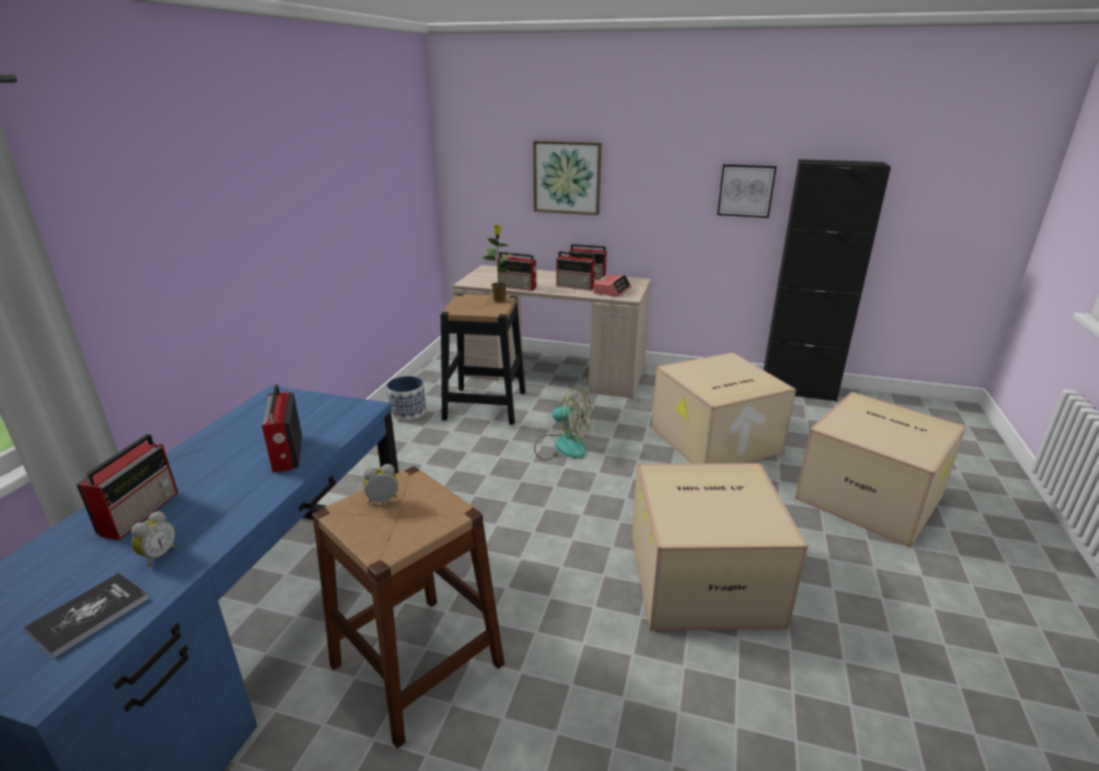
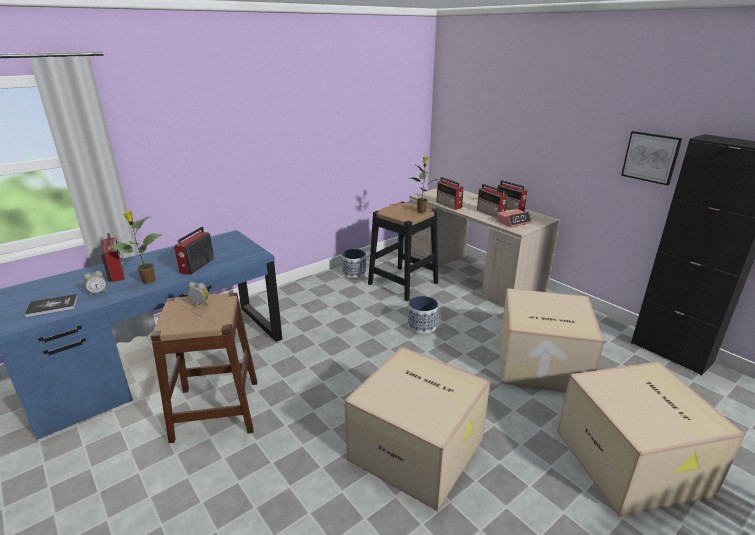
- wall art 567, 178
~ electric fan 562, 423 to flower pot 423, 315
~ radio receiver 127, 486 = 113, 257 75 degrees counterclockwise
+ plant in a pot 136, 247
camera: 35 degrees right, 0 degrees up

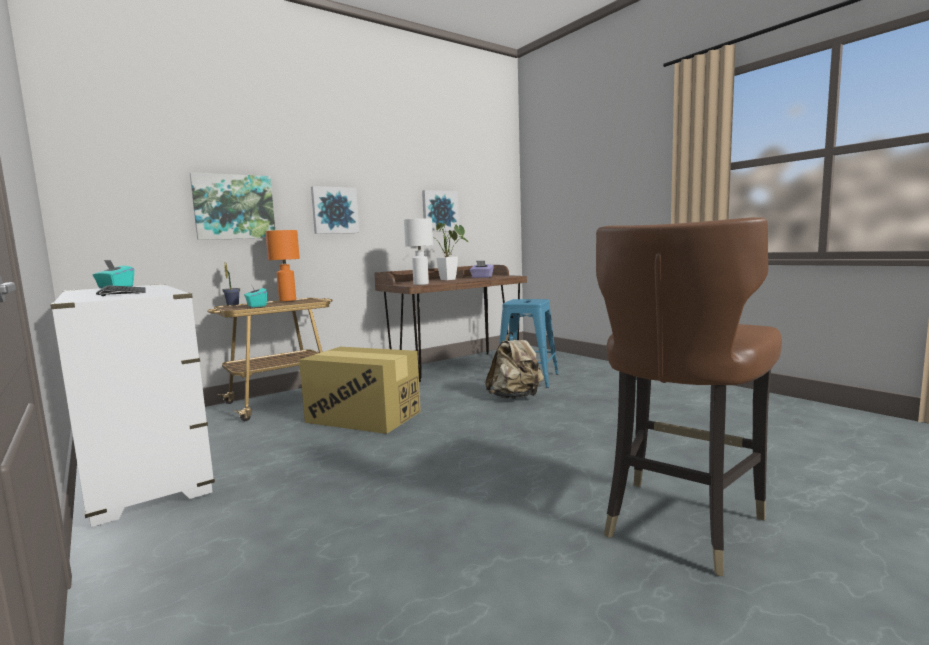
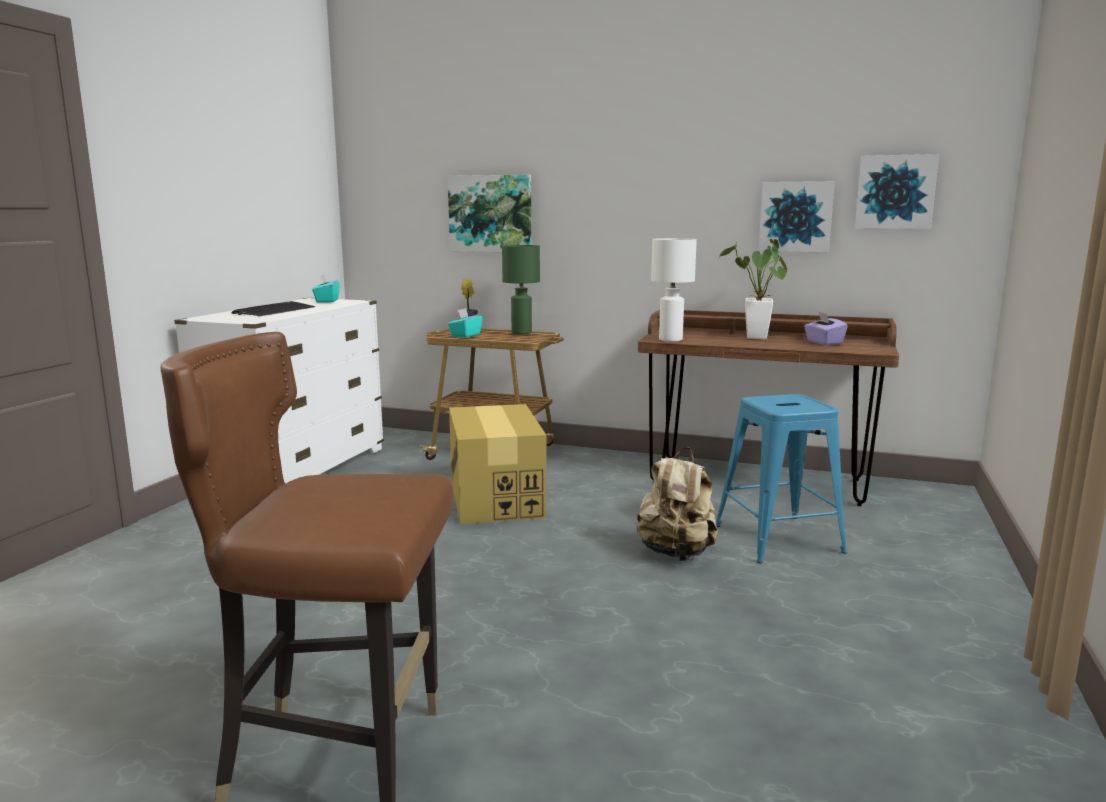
~ wall art 335, 210 to 896, 191
~ orange lamp for a table 282, 265 to green lamp for a table 521, 289
camera: 55 degrees right, 5 degrees up

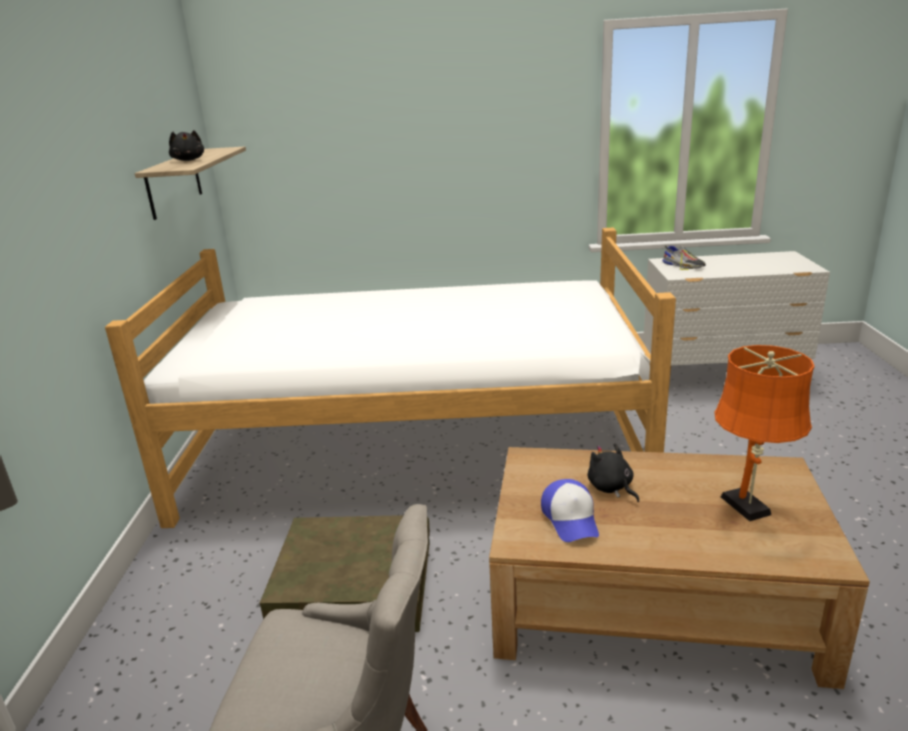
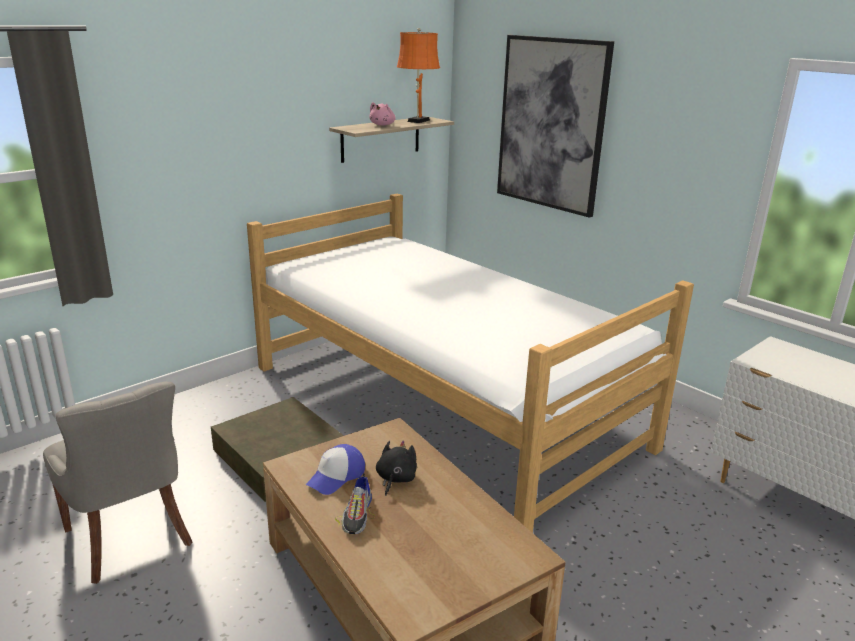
~ black-coloured plush toy 186, 145 to pink plush toy 382, 113
~ shoe 684, 257 to 355, 503
~ orange lamp for a table 764, 433 to 418, 75
+ wall art 555, 126
camera: 45 degrees right, 0 degrees up

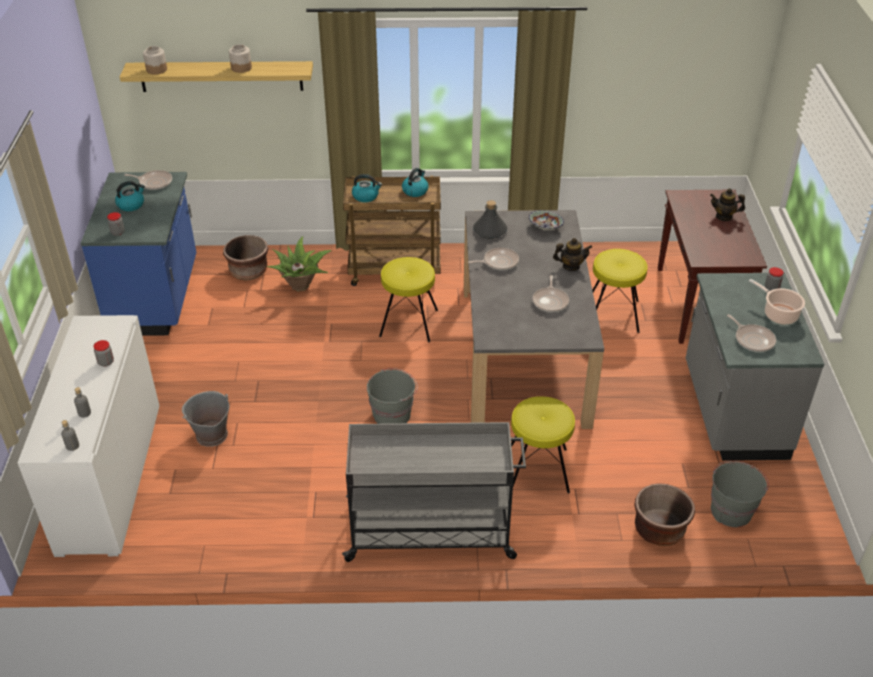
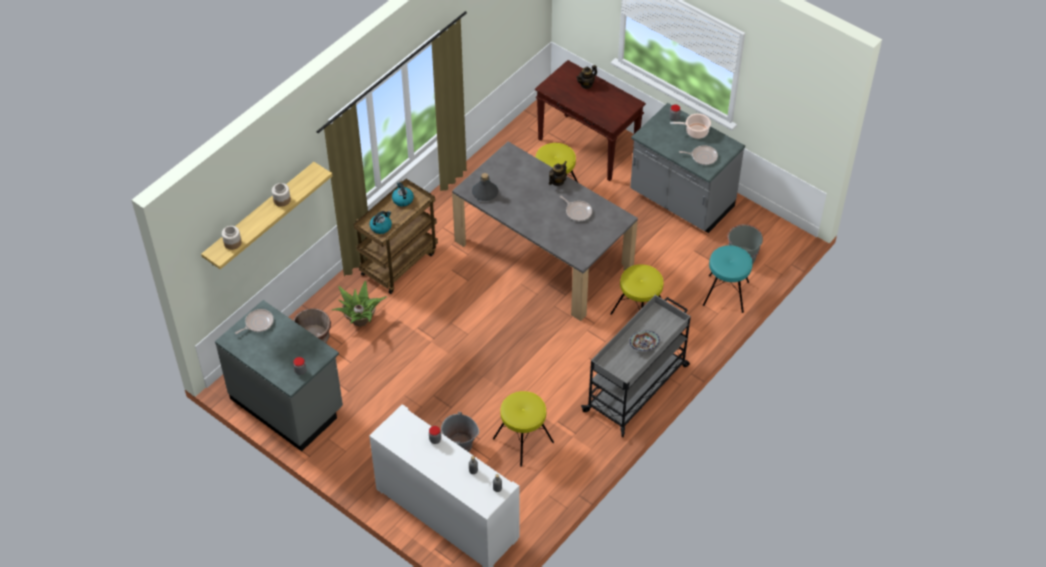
~ blue kitchen counter 138, 254 to gray kitchen counter 279, 375
- water kettle 130, 196
~ bowl 546, 220 to 645, 341
- pan 493, 259
~ yellow-coloured stool seat 408, 299 to 523, 429
- gray water bucket 392, 396
~ brownish flower pot 664, 514 to turquoise stool seat 728, 279
camera: 50 degrees left, 10 degrees up

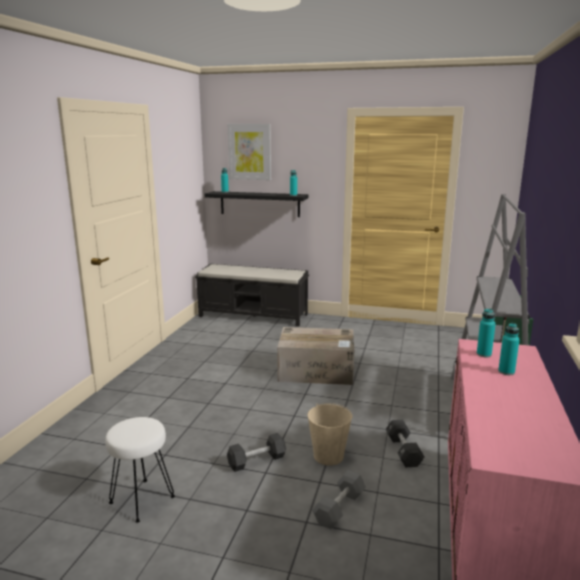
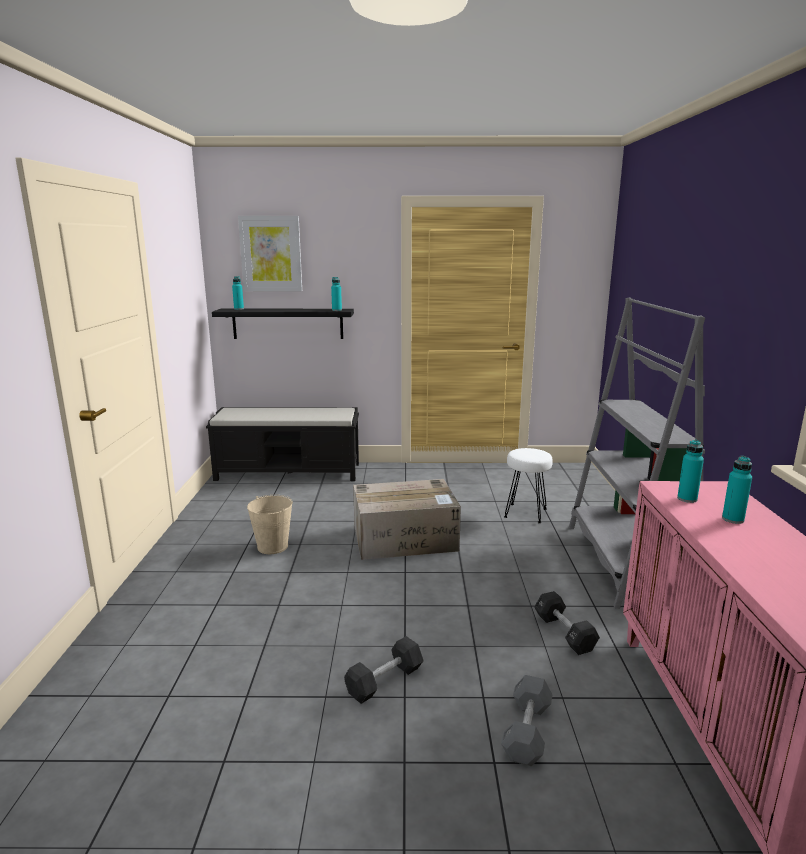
~ sand-coloured water bucket 330, 434 to 270, 524
~ white-coloured stool seat 140, 470 to 528, 485
camera: 15 degrees left, 0 degrees up

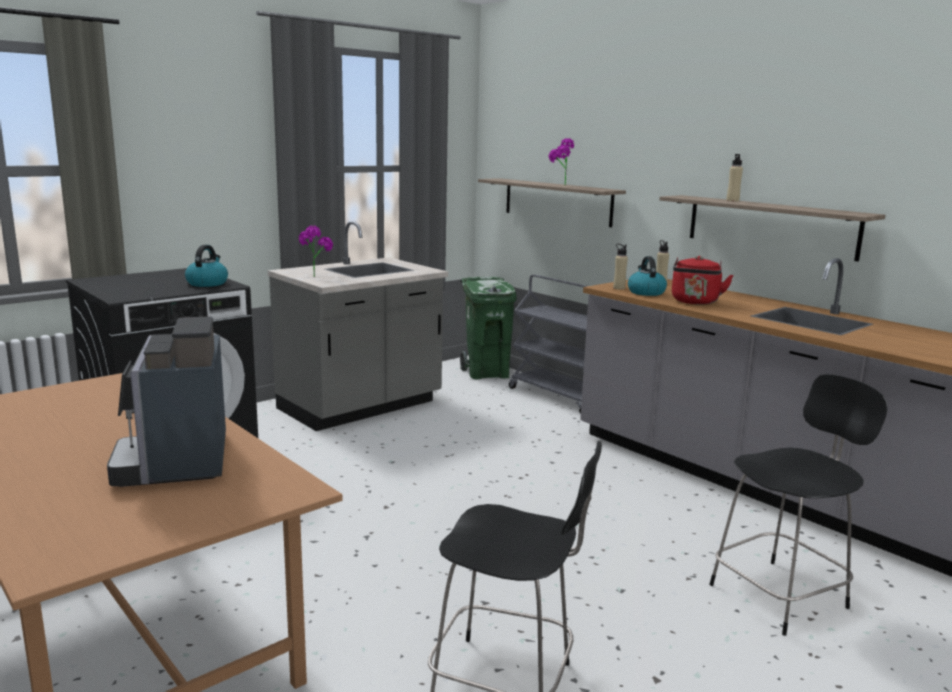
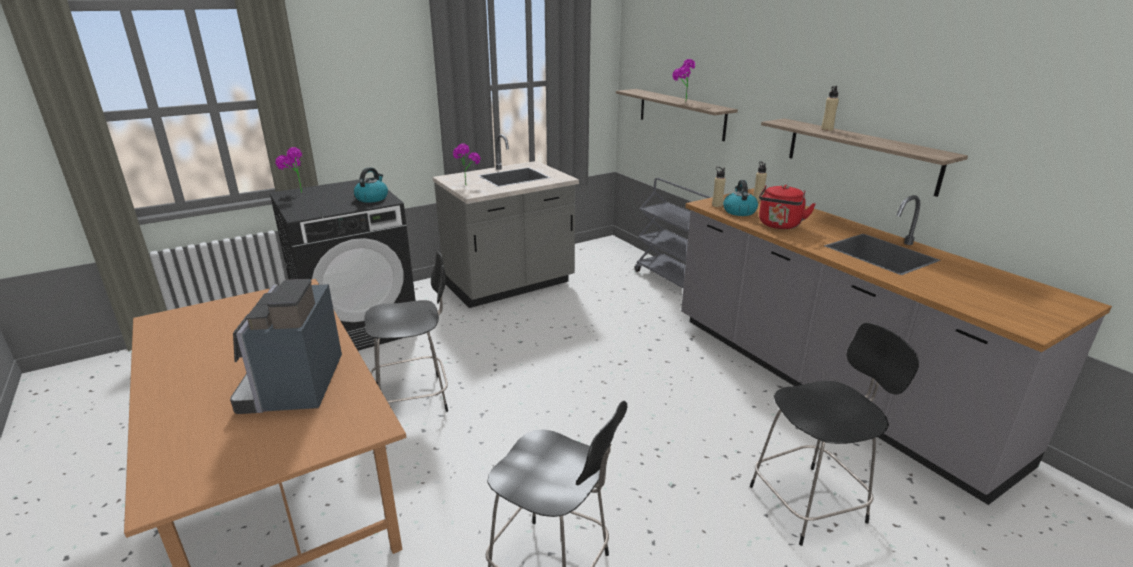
- green trash can 488, 328
+ plant in a pot 289, 170
+ black-coloured plain chair 406, 331
camera: 10 degrees right, 10 degrees up

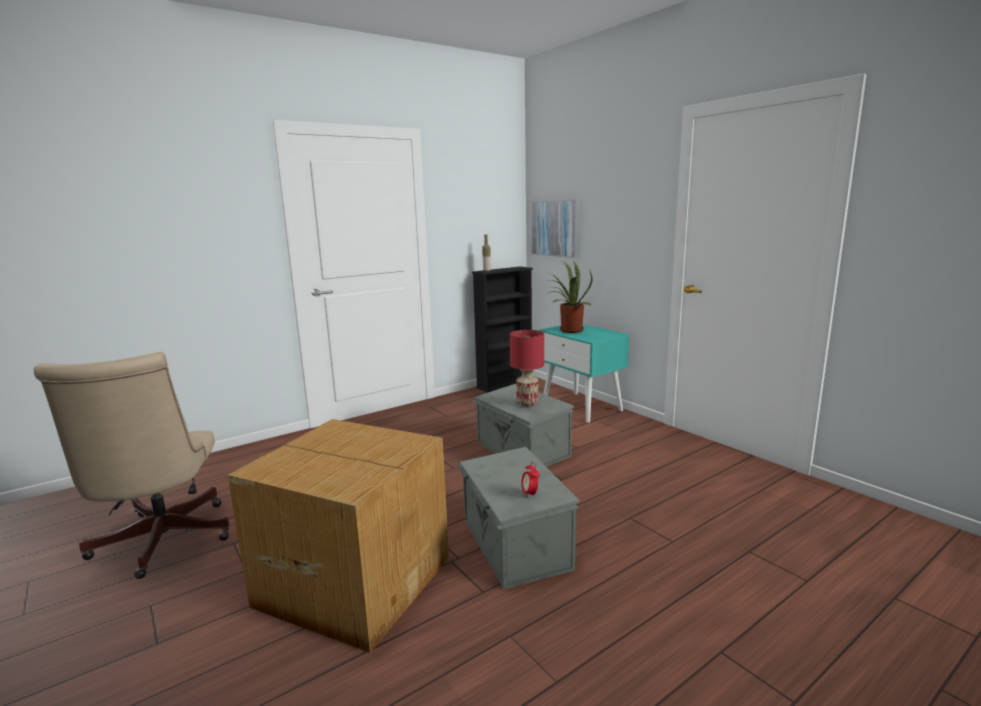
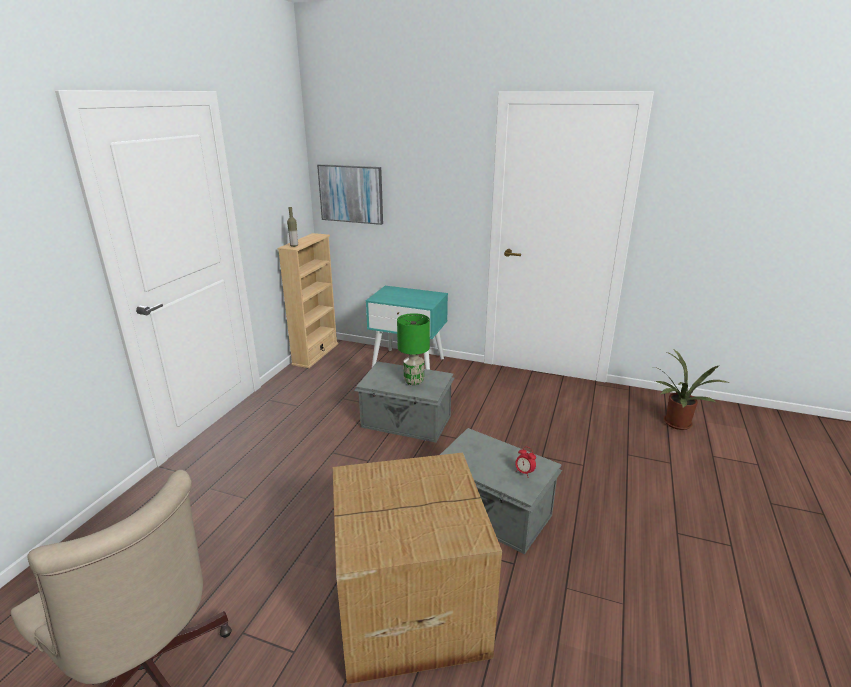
~ plant in a pot 570, 297 to 691, 389
~ black-coloured shelving unit 502, 329 to sand-coloured shelving unit 307, 300
~ red-coloured lamp for a table 527, 368 to green lamp for a table 413, 349
camera: 35 degrees left, 10 degrees up

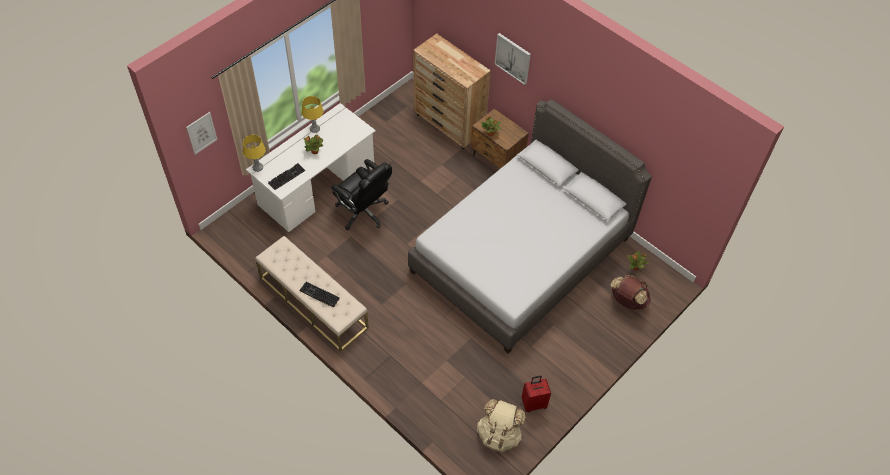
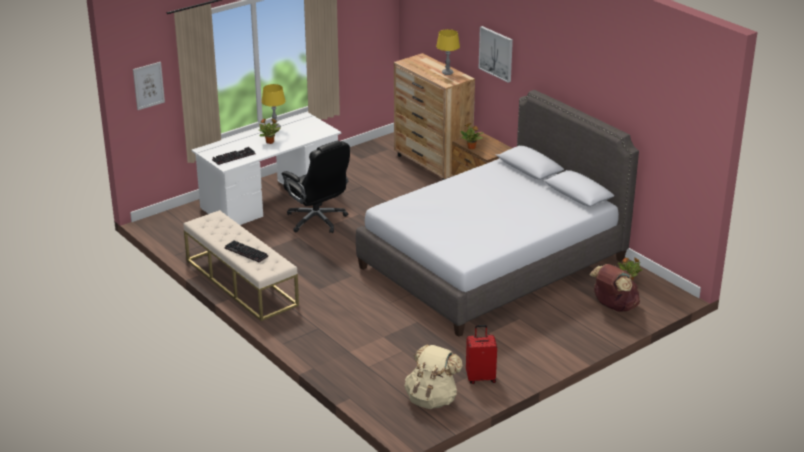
~ yellow-coloured lamp for a table 254, 153 to 448, 52
camera: 10 degrees right, 25 degrees down

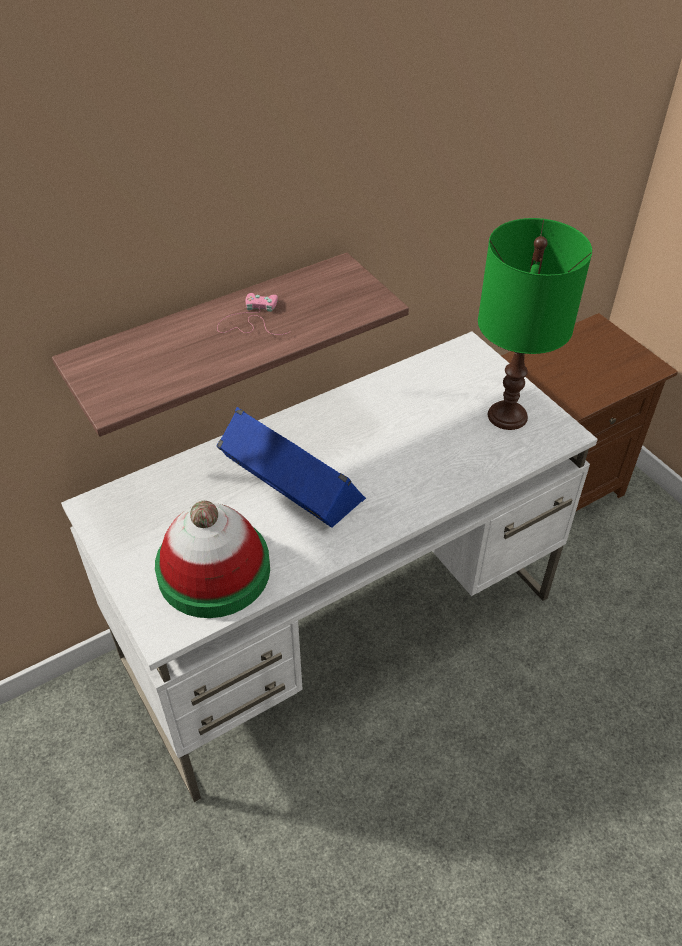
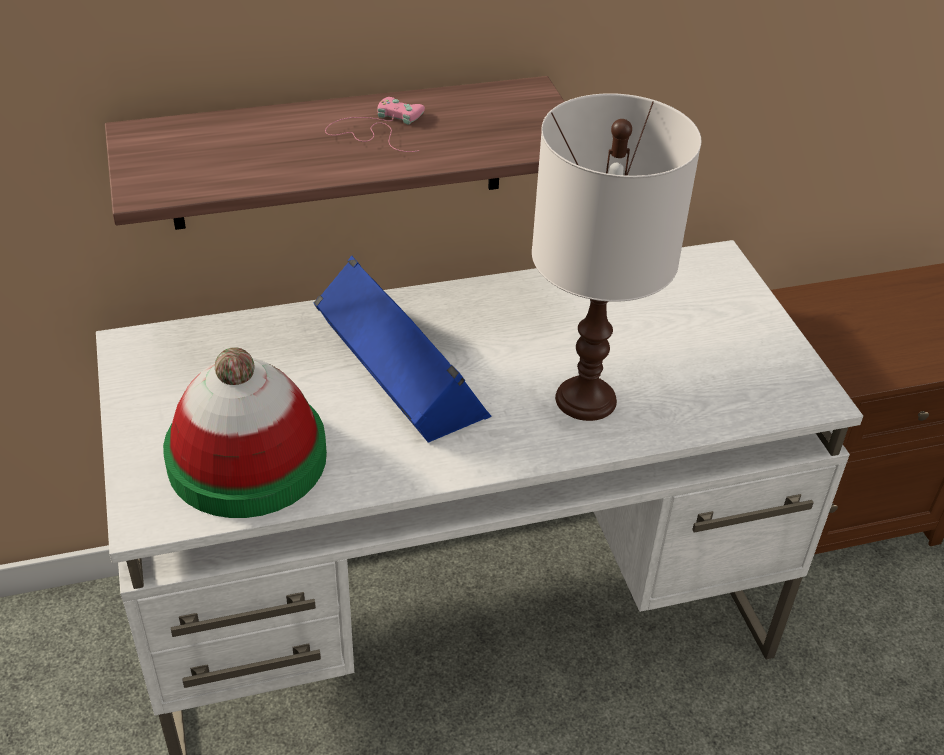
- green lamp for a table 535, 324
+ white-coloured lamp for a table 616, 257
camera: 15 degrees right, 5 degrees down

